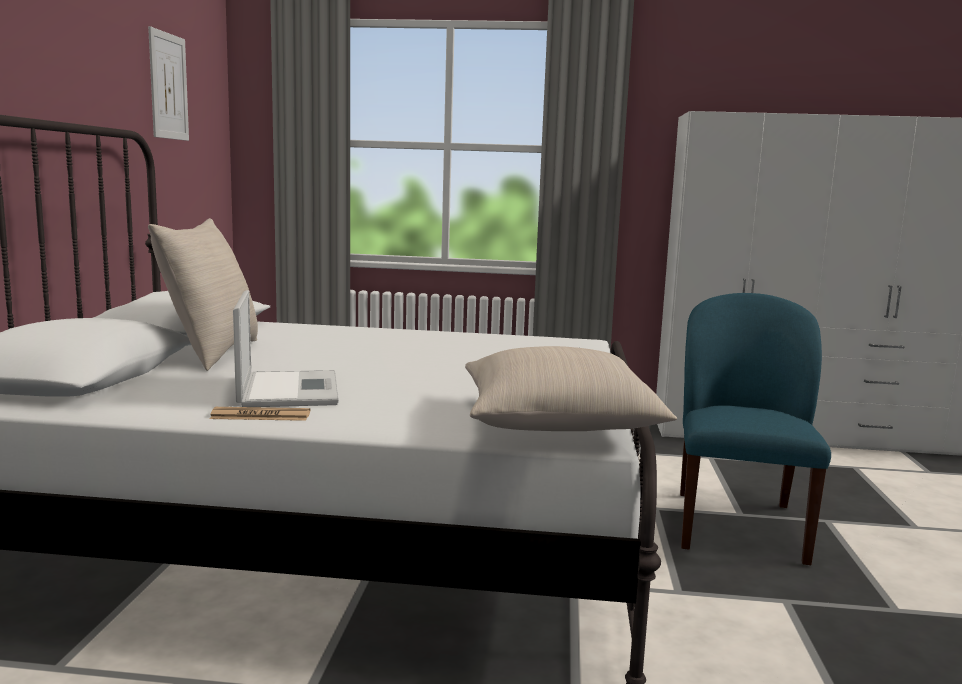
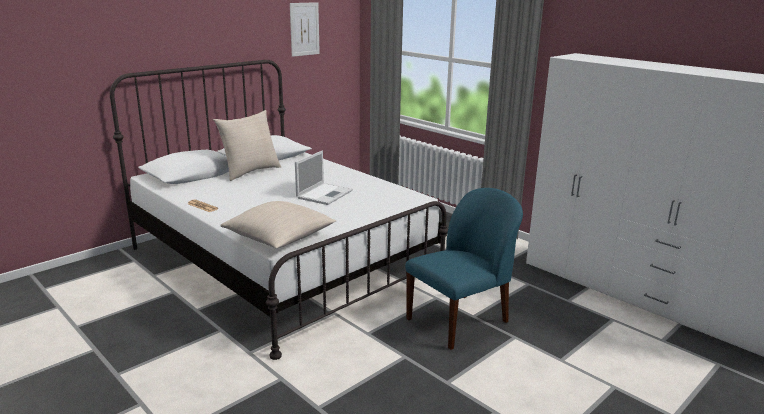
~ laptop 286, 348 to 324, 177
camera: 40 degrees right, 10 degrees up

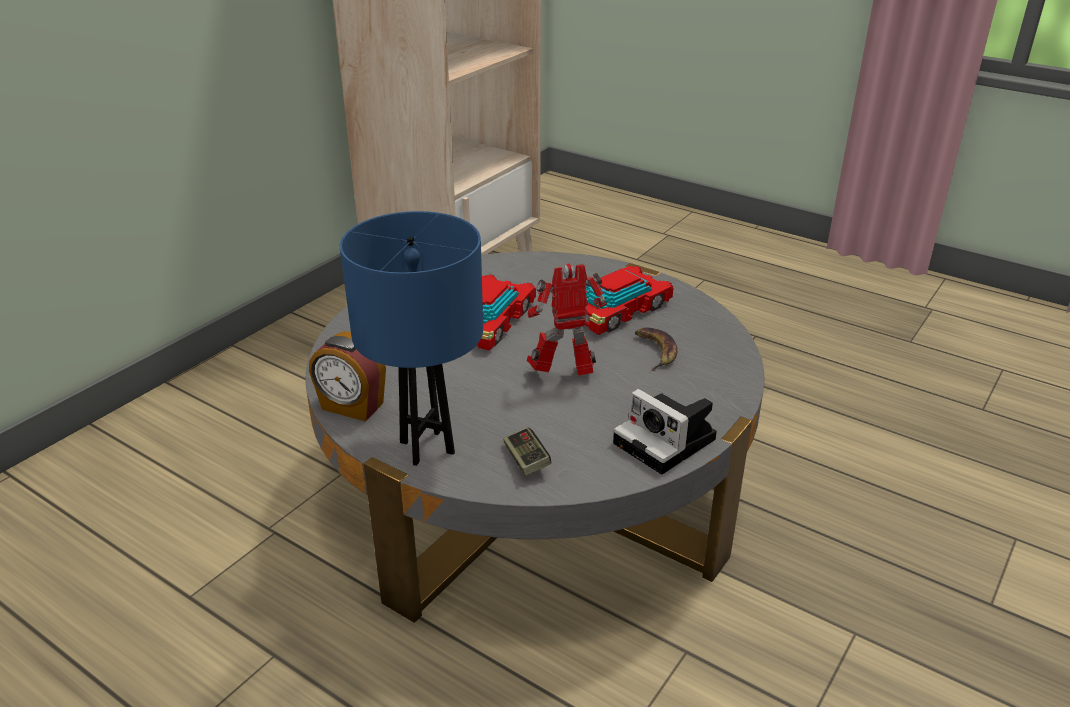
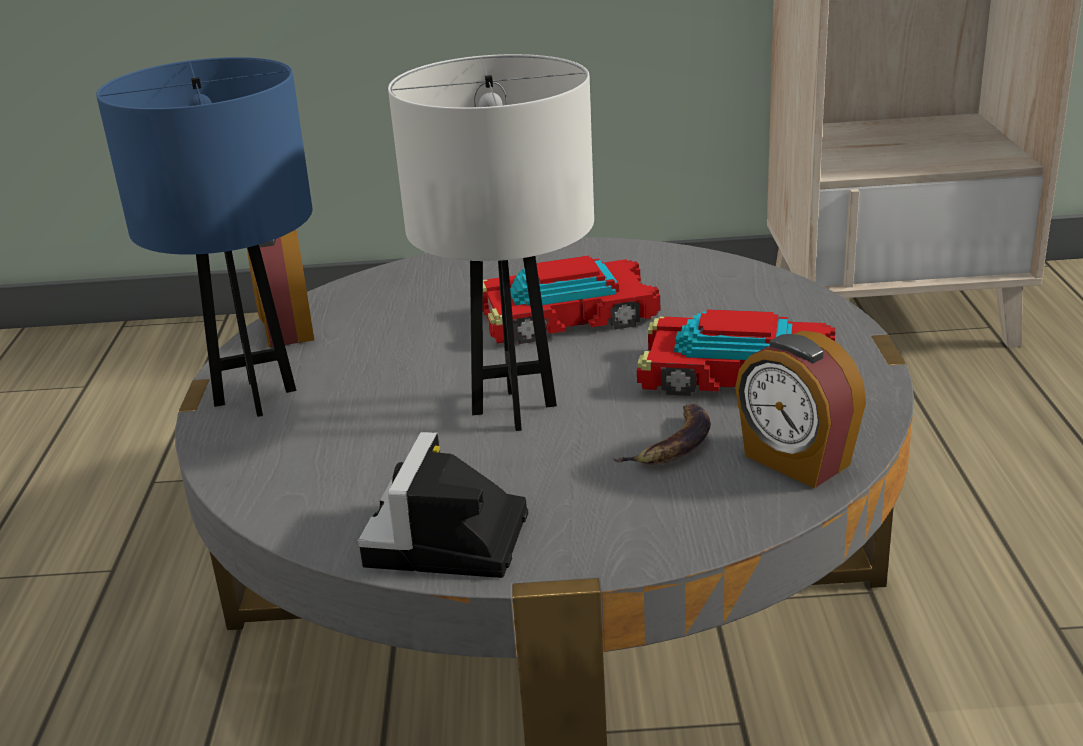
~ model robot 567, 319 to white-coloured lamp for a table 491, 242
- gamepad 527, 451
+ bedside clock 800, 409
camera: 55 degrees right, 5 degrees down

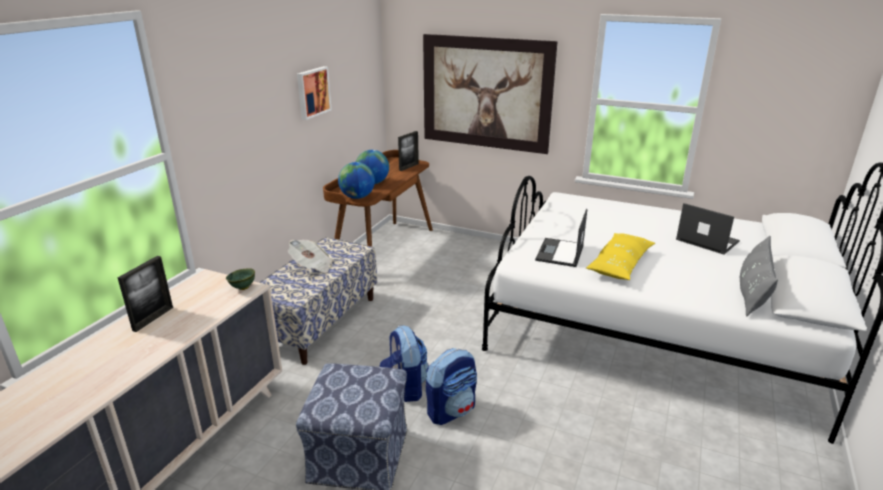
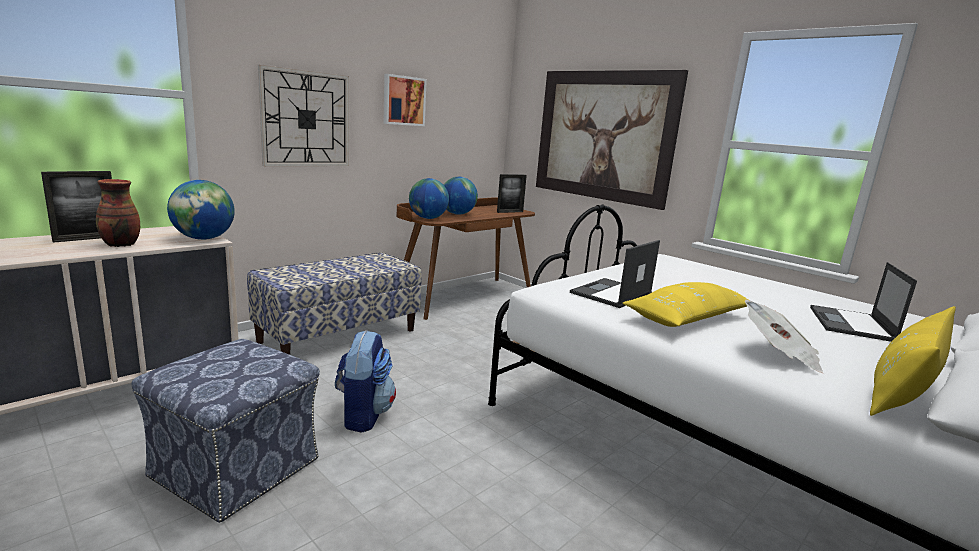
~ laptop 708, 229 = 863, 302 135 degrees counterclockwise
~ gray pillow 759, 276 to yellow-coloured pillow 913, 361
~ daily paper 310, 256 to 784, 336
~ green bowl 240, 279 to desk globe 201, 210
- backpack 451, 386
+ wall clock 303, 115
+ decorative vase 118, 213
camera: 20 degrees right, 10 degrees down

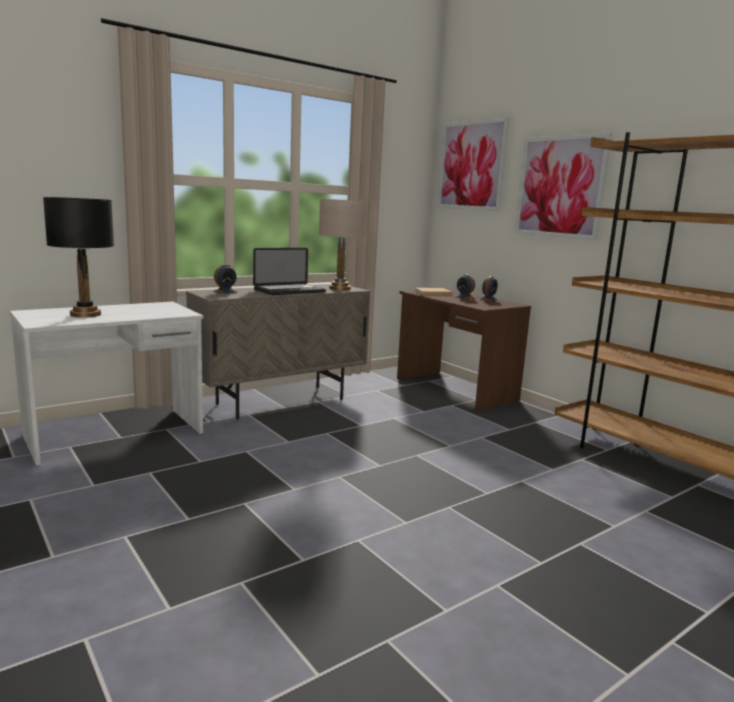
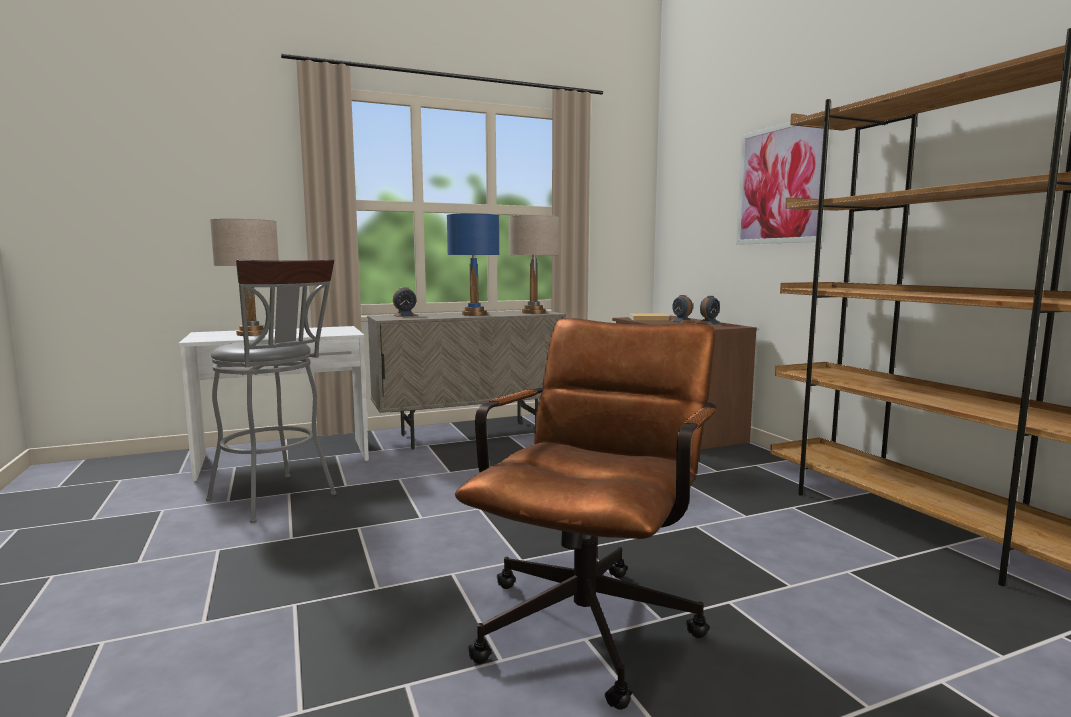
- wall art 473, 164
~ black-coloured lamp for a table 78, 257 to sand-coloured lamp for a table 244, 277
~ laptop 289, 271 to blue lamp for a table 473, 264
+ gray stool seat 271, 391
+ brownish computer chair 585, 514
camera: 15 degrees right, 5 degrees down

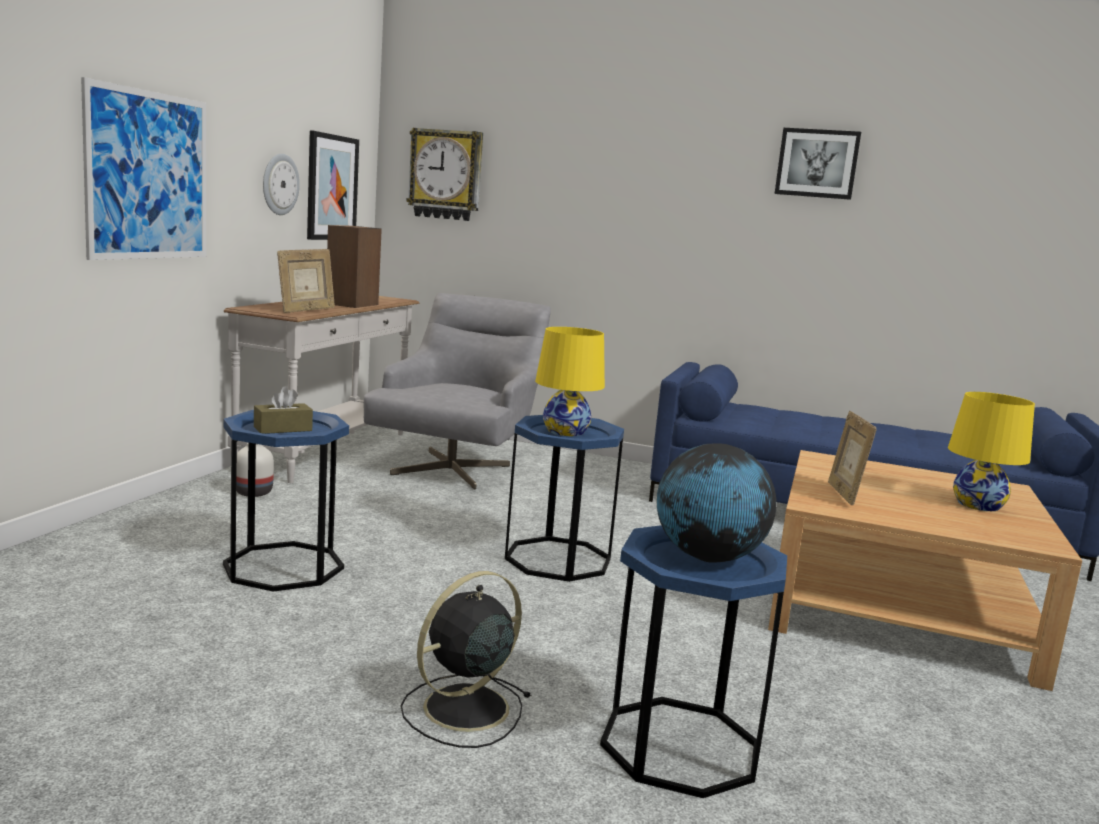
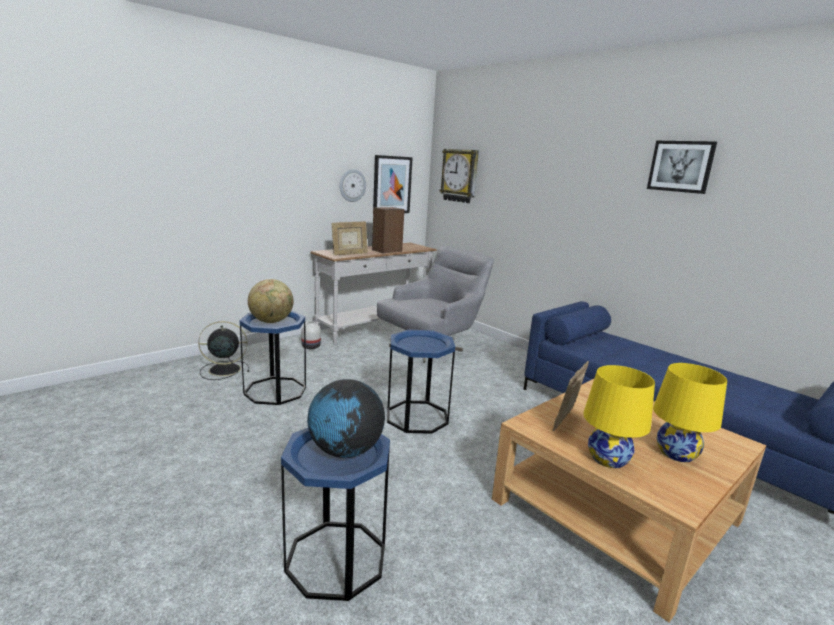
- wall art 143, 168
~ yellow-coloured lamp for a table 570, 381 to 619, 416
~ brownish tissue holder 283, 410 to desk globe 271, 301
~ black-coloured electric fan 466, 659 to 223, 350
camera: 30 degrees right, 5 degrees up

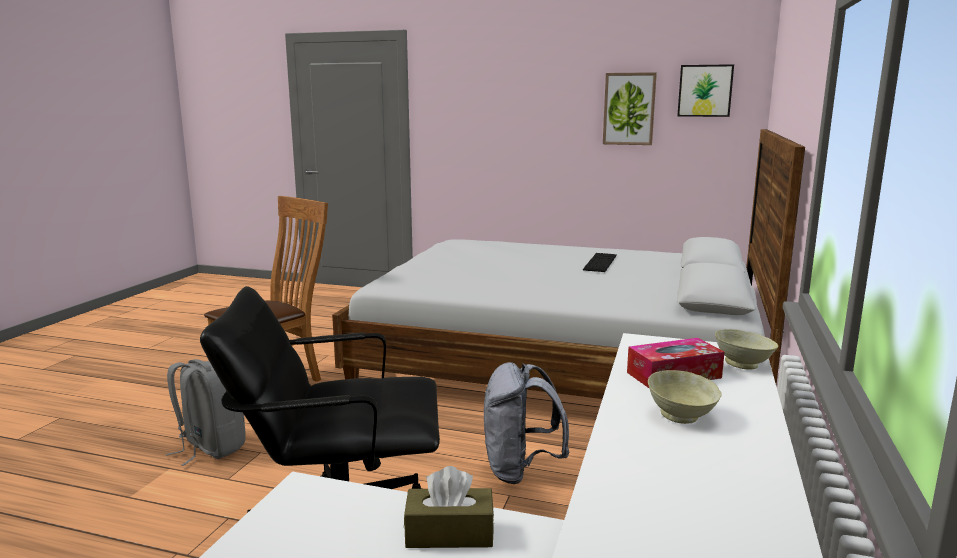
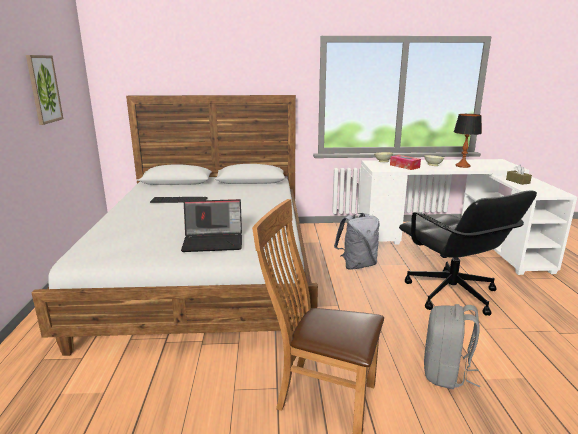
- wall art 705, 90
+ lamp for a table 468, 141
+ laptop 211, 225
camera: 110 degrees left, 5 degrees up

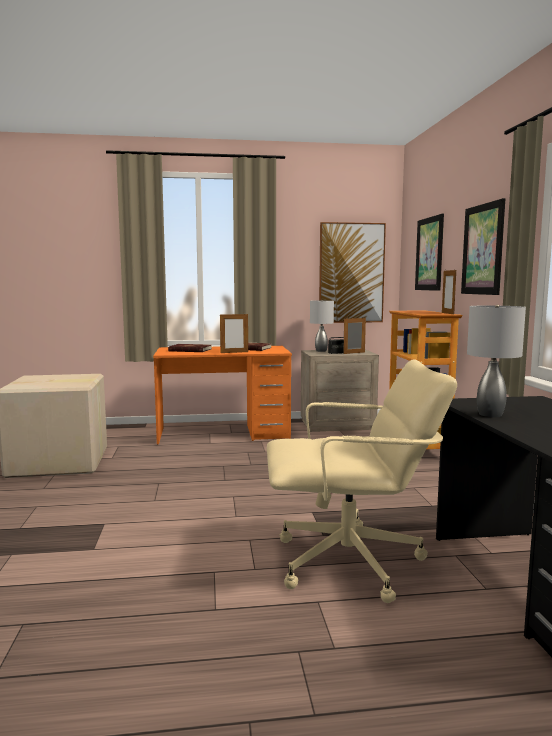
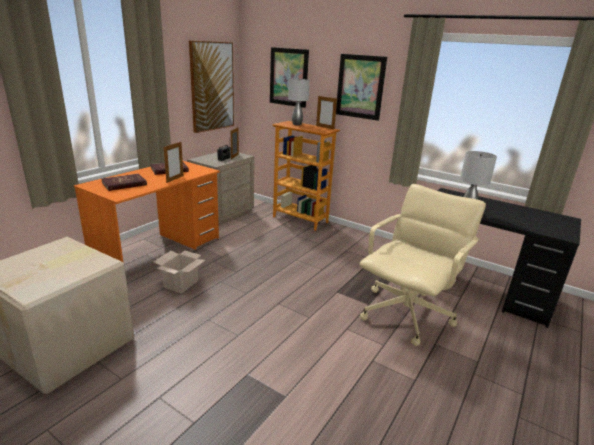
~ gray lamp for a table 322, 326 to 299, 102
+ cardboard box 179, 272
camera: 50 degrees left, 15 degrees up

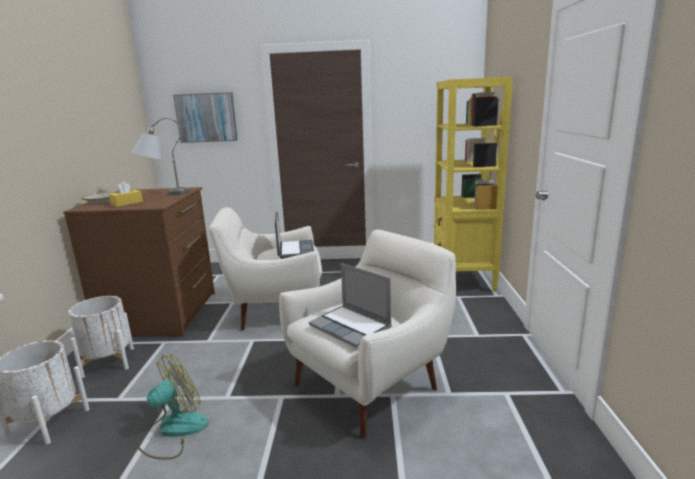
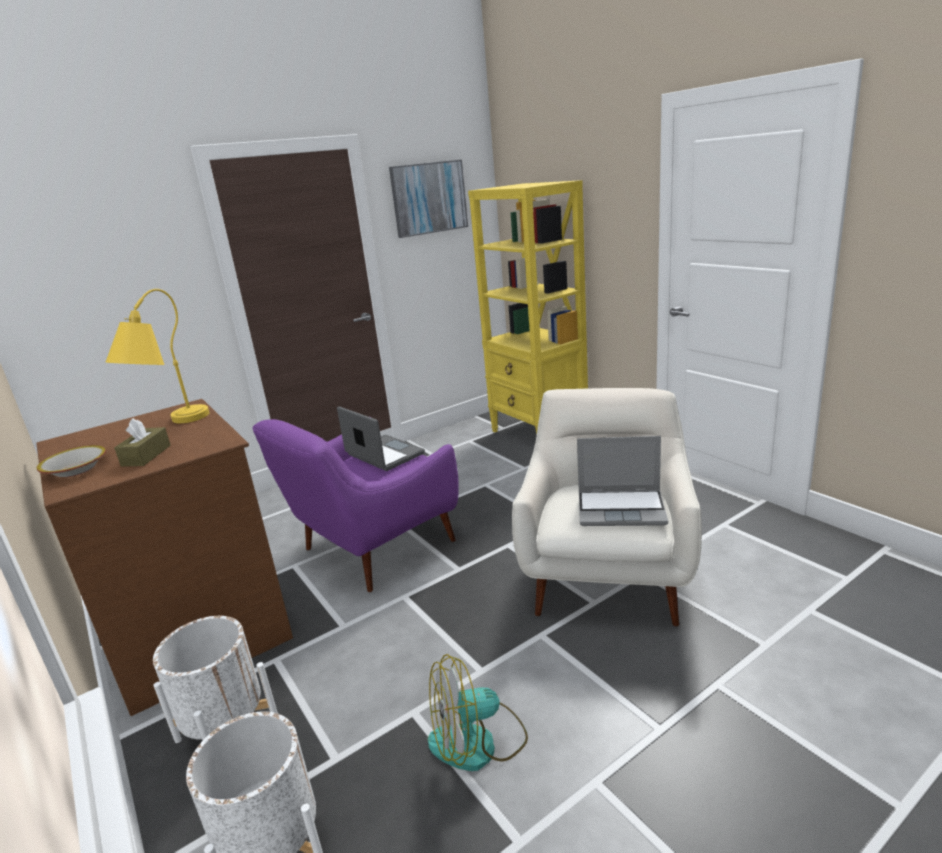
~ wall art 205, 117 to 428, 199
~ gray lamp for a table 160, 156 to yellow-coloured lamp for a table 157, 356
~ yellow-coloured tissue holder 126, 194 to brownish tissue holder 142, 442
~ white-coloured armchair 265, 269 to purplish armchair 355, 504
~ electric fan 172, 407 = 478, 712 120 degrees counterclockwise
camera: 35 degrees left, 5 degrees up

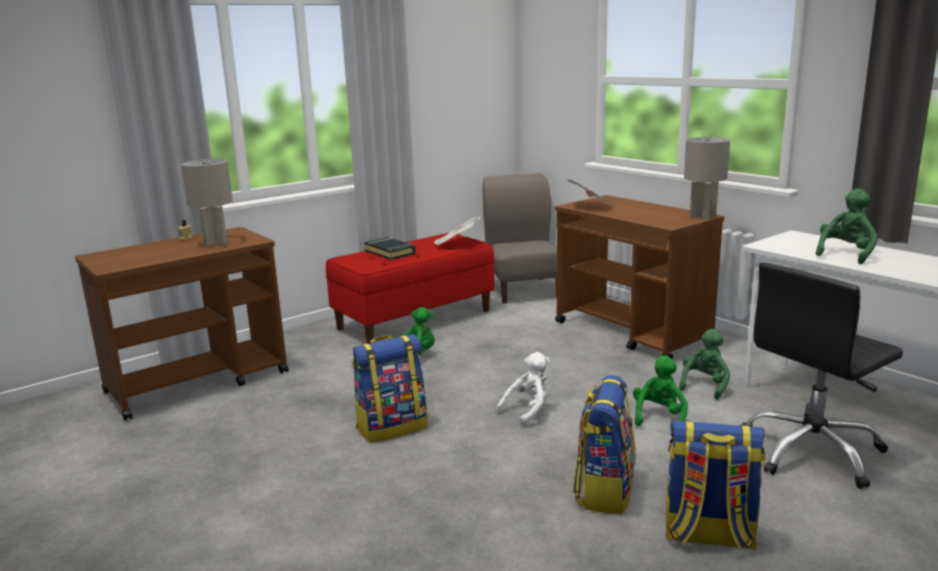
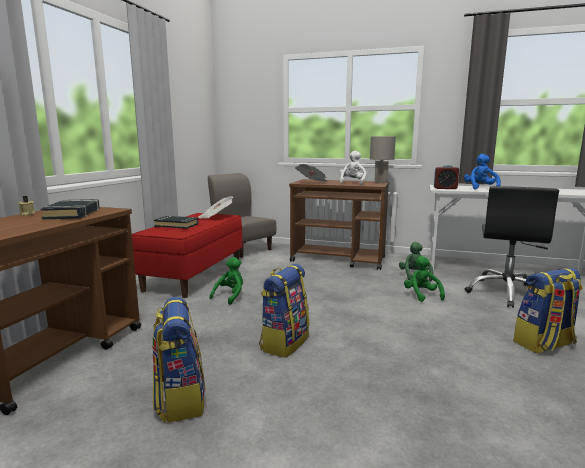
~ gray lamp for a table 207, 203 to black-coloured bound book 70, 209
~ green plush toy 847, 226 to blue plush toy 482, 172
~ white-coloured plush toy 523, 389 to 353, 168
~ backpack 604, 445 to 179, 359
+ bedside clock 446, 177
camera: 35 degrees left, 5 degrees down

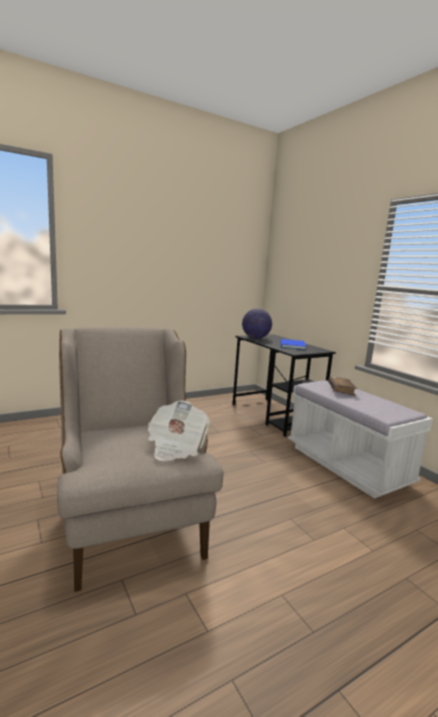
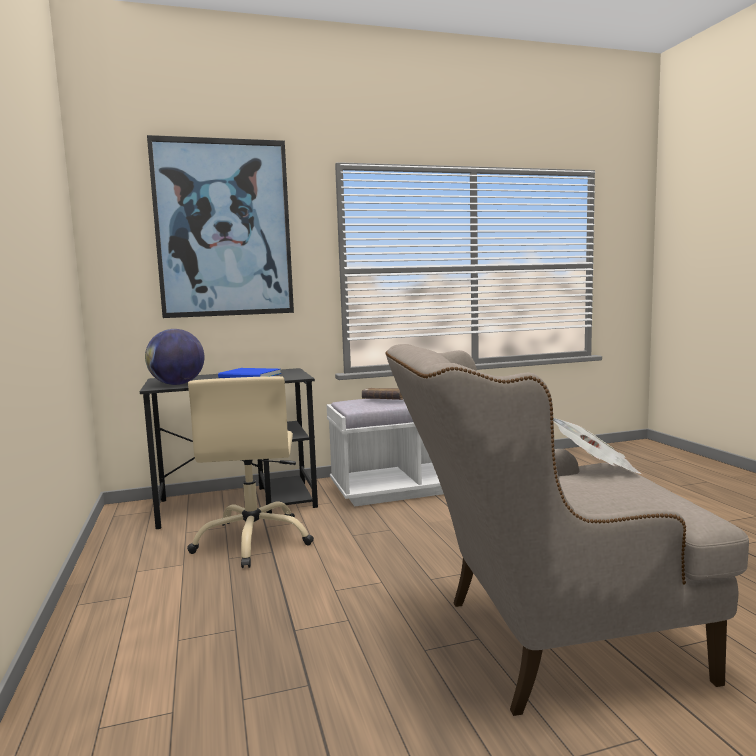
+ wall art 220, 226
+ sand-coloured computer chair 250, 472
camera: 75 degrees left, 5 degrees down

